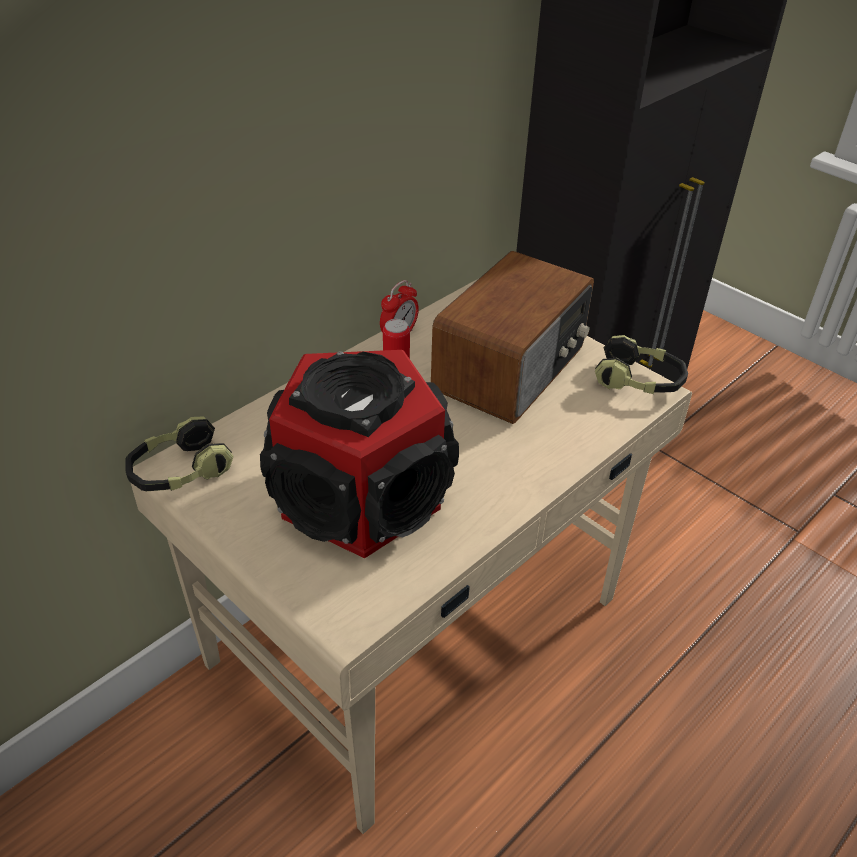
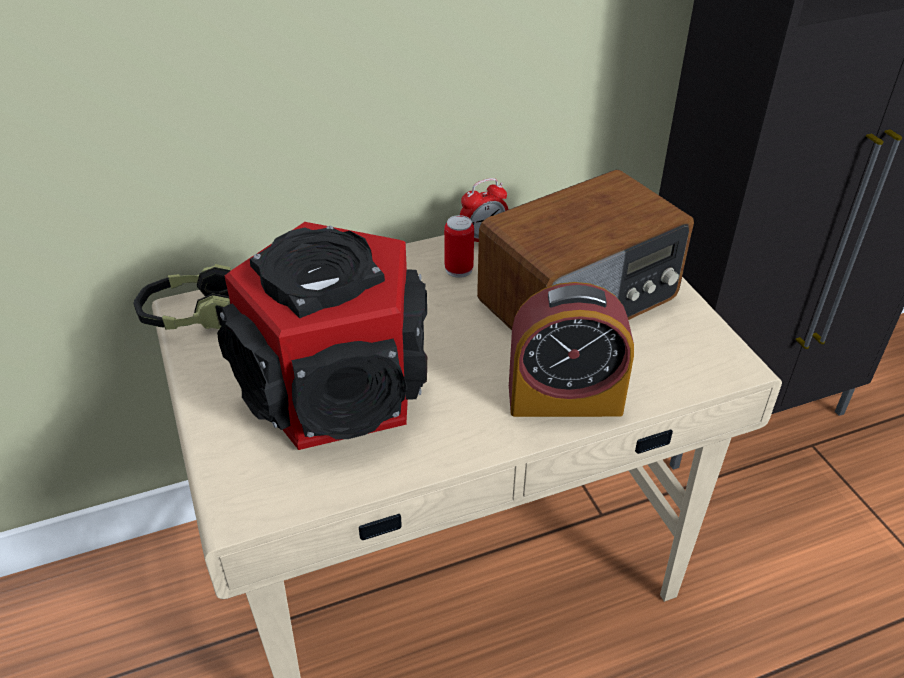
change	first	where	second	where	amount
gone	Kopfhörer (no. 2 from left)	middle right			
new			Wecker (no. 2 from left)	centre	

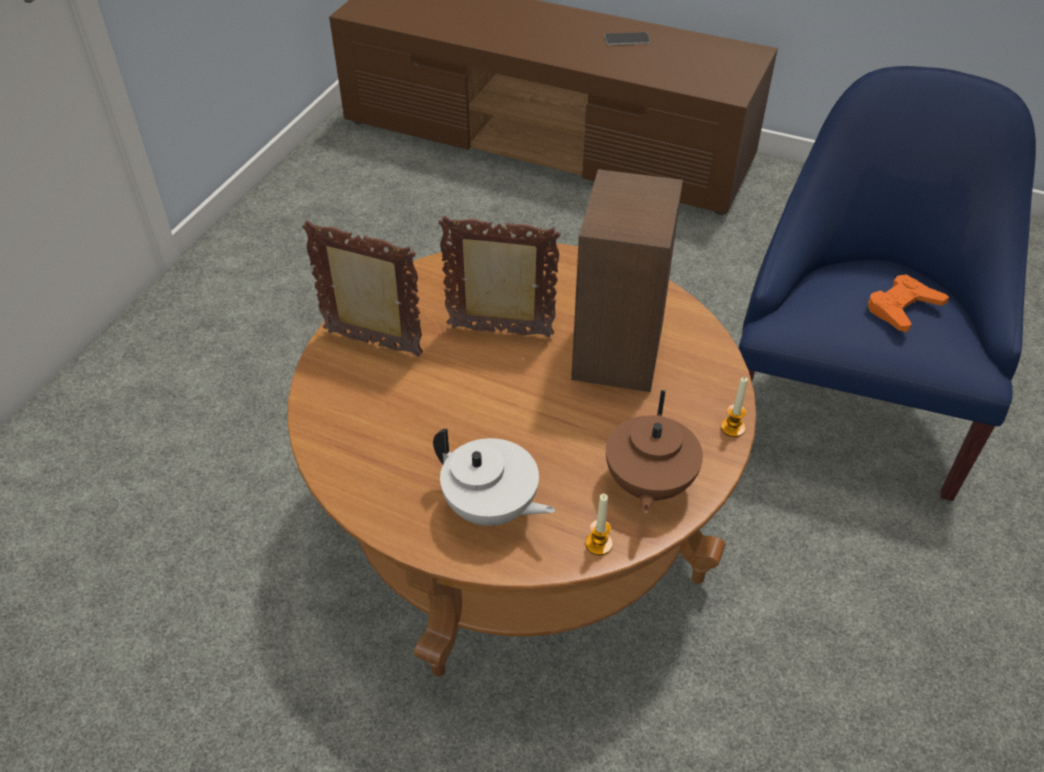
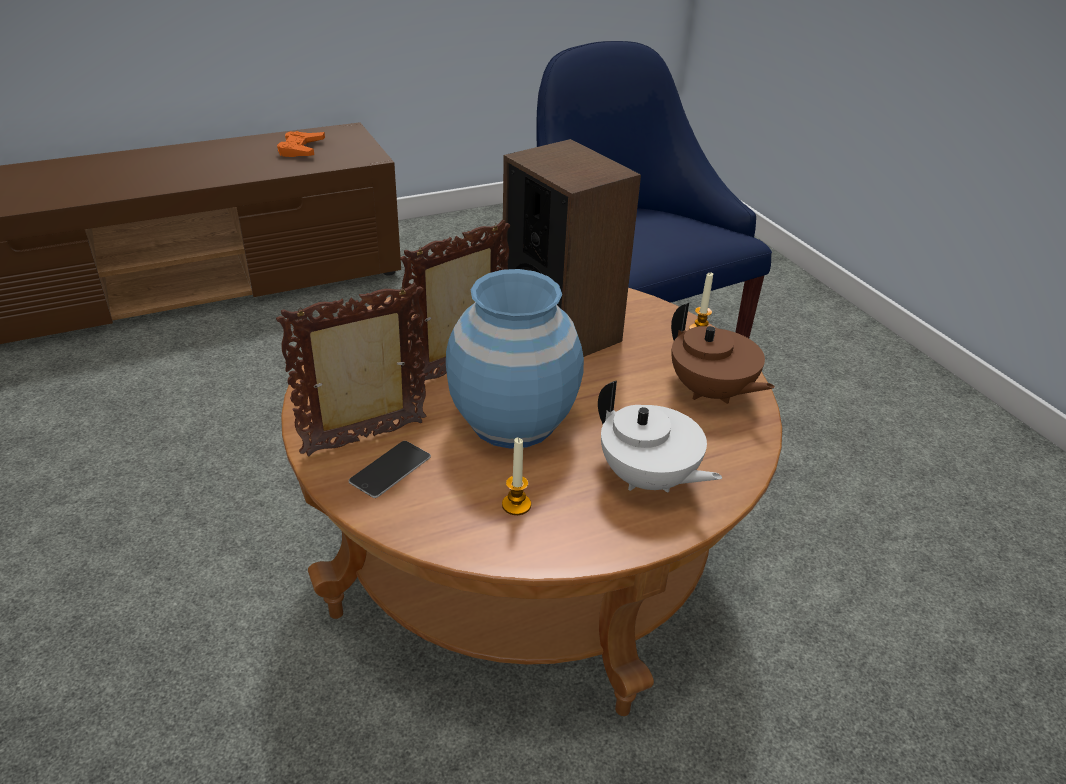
change	first	where	second	where	amount
shifted	Handy	top centre		centre	
shifted	Gamepad [orange]	middle right		top left	
rotated	Teekanne [weiß]	centre		centre	60 degrees clockwise
shifted	Kerze (no. 1 from left)	bottom centre		centre	
new			Vase [blau]	centre	

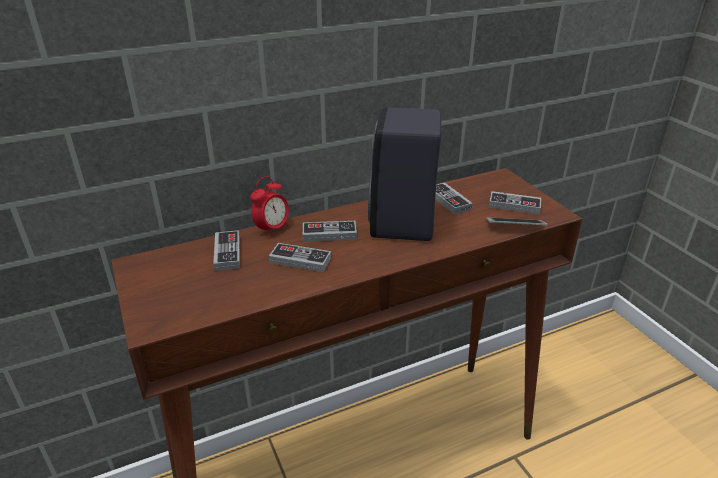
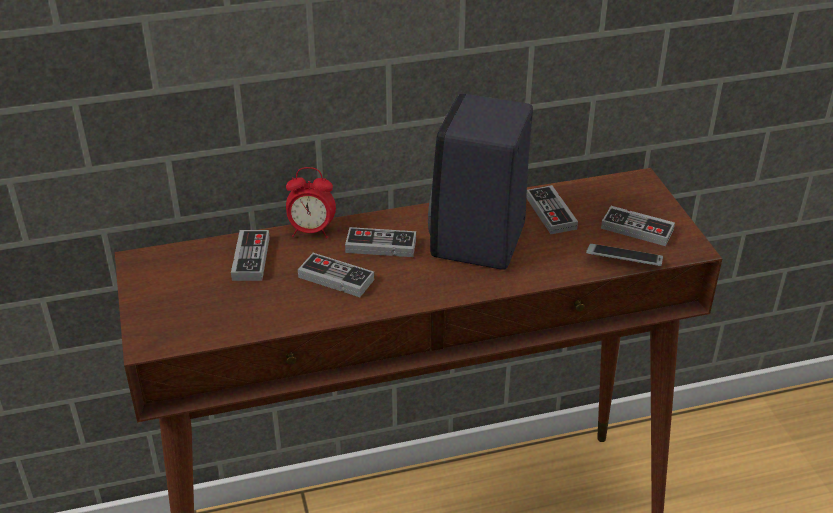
change	first	where	second	where	amount
rotated	Wecker	centre		centre	45 degrees clockwise

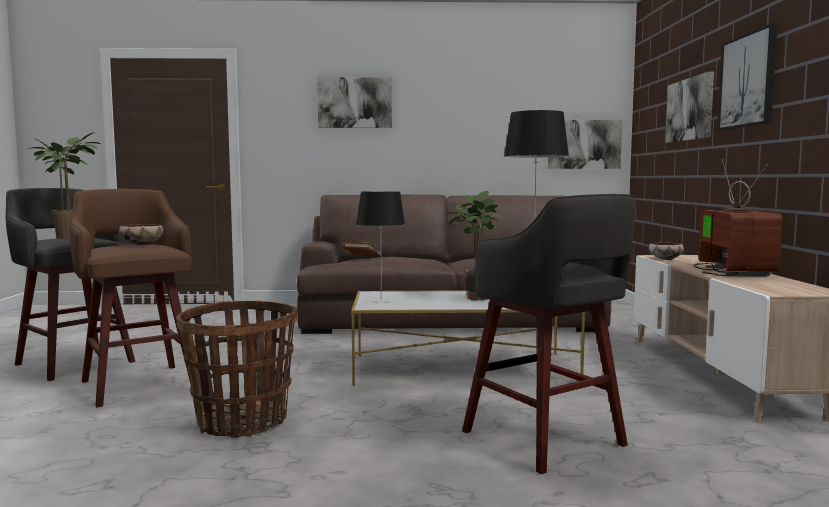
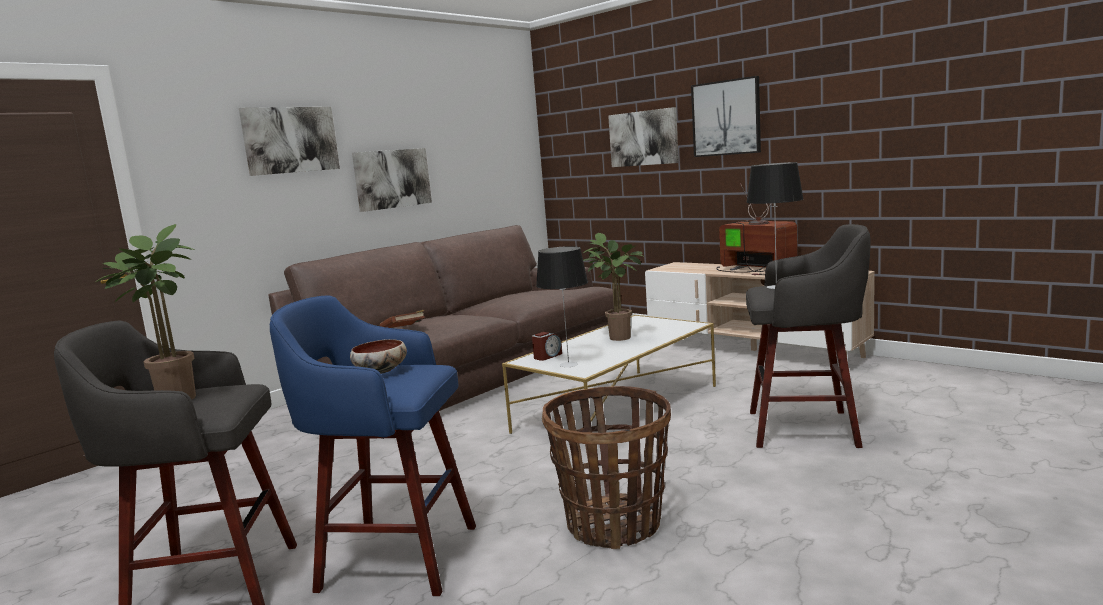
change	first	where	second	where	amount
shifted	Bild (no. 2 from left)	top right		top centre	
repainted	Hocker [braun]	middle left	Hocker [blau]	bottom centre	
gone	Schüssel (no. 2 from left)	middle right			
new			Wecker	centre	

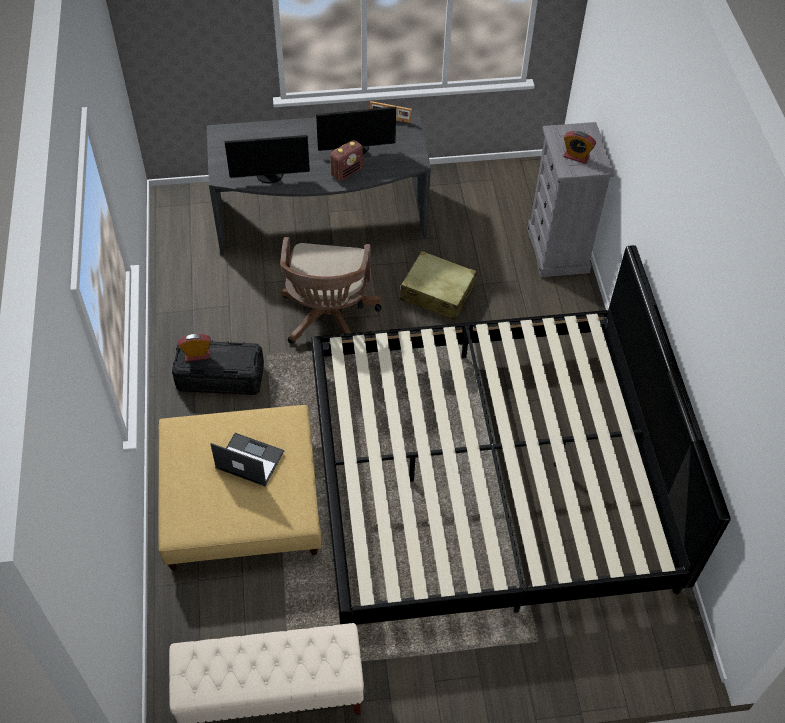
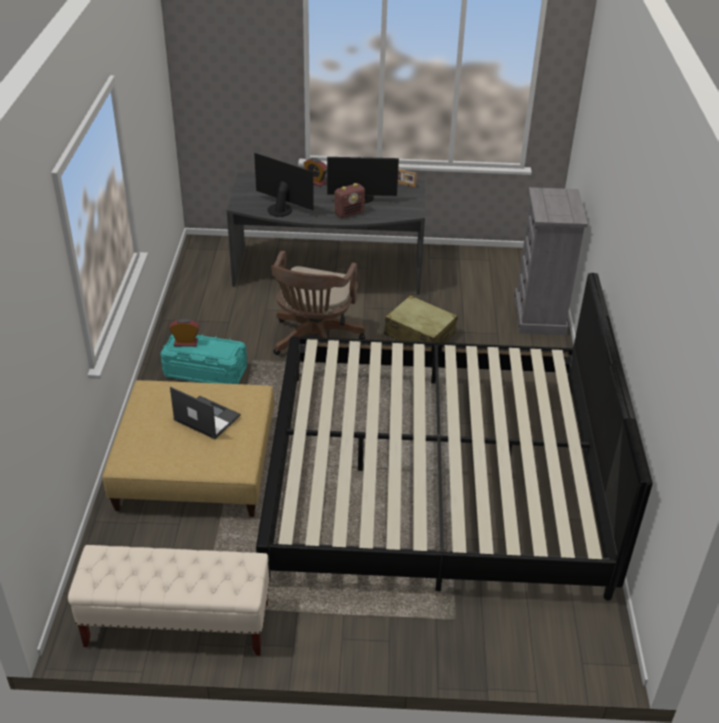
change	first	where	second	where	amount
shifted	Wecker (no. 2 from left)	top right		top centre	
rotated	Monitor (no. 1 from left)	top centre		top centre	150 degrees counterclockwise
repainted	Aufbewahrungsbox [schwarz]	middle left	Aufbewahrungsbox [türkis]	middle left	

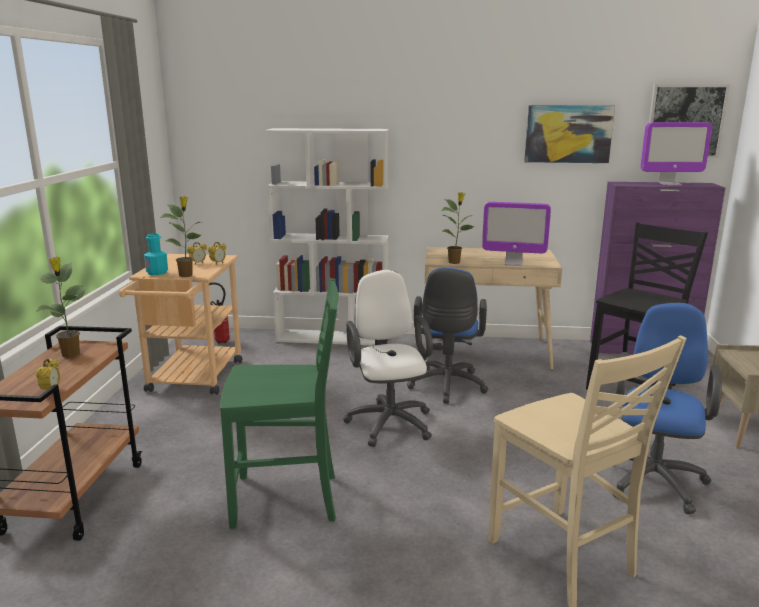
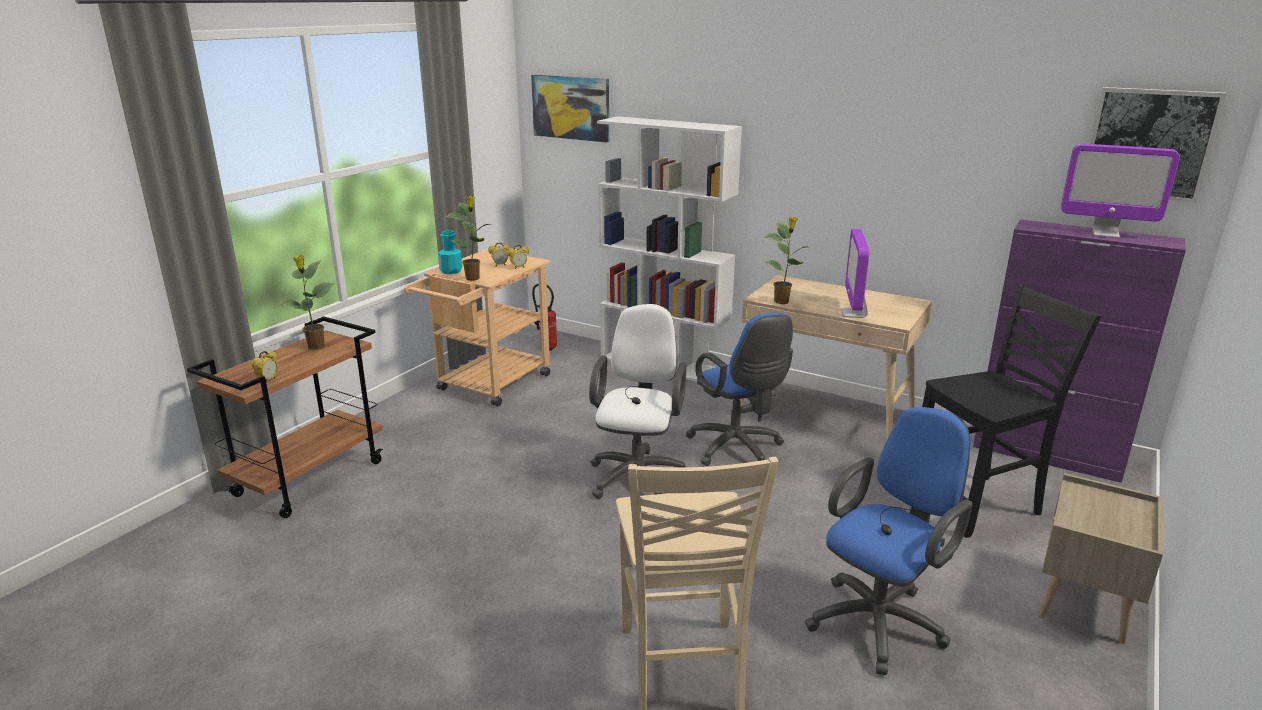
change	first	where	second	where	amount
shifted	Bild (no. 1 from left)	top right		top centre	
rotated	Monitor (no. 1 from left)	middle right		middle right	60 degrees clockwise
rotated	Bürostuhl [blau] (no. 1 from left)	centre		centre	60 degrees counterclockwise
gone	Stuhl [grün]	centre			

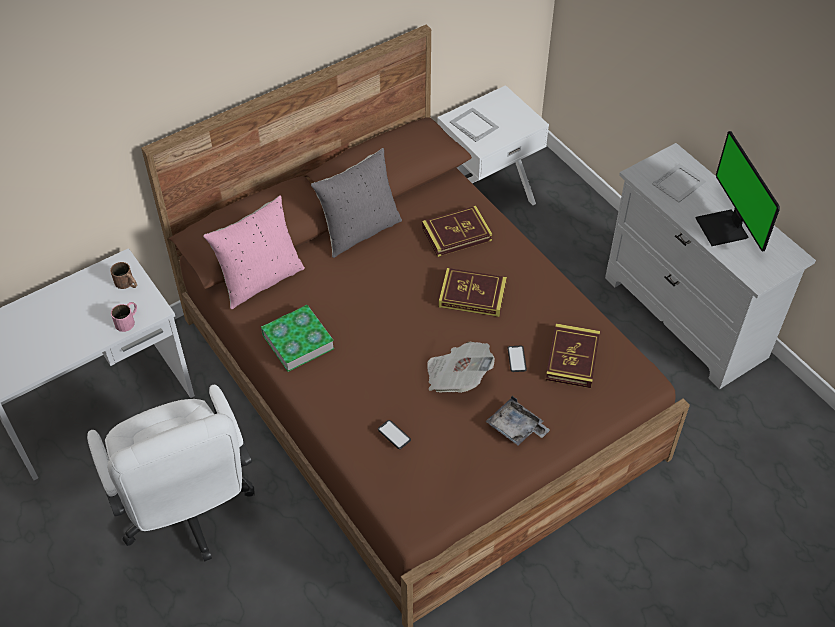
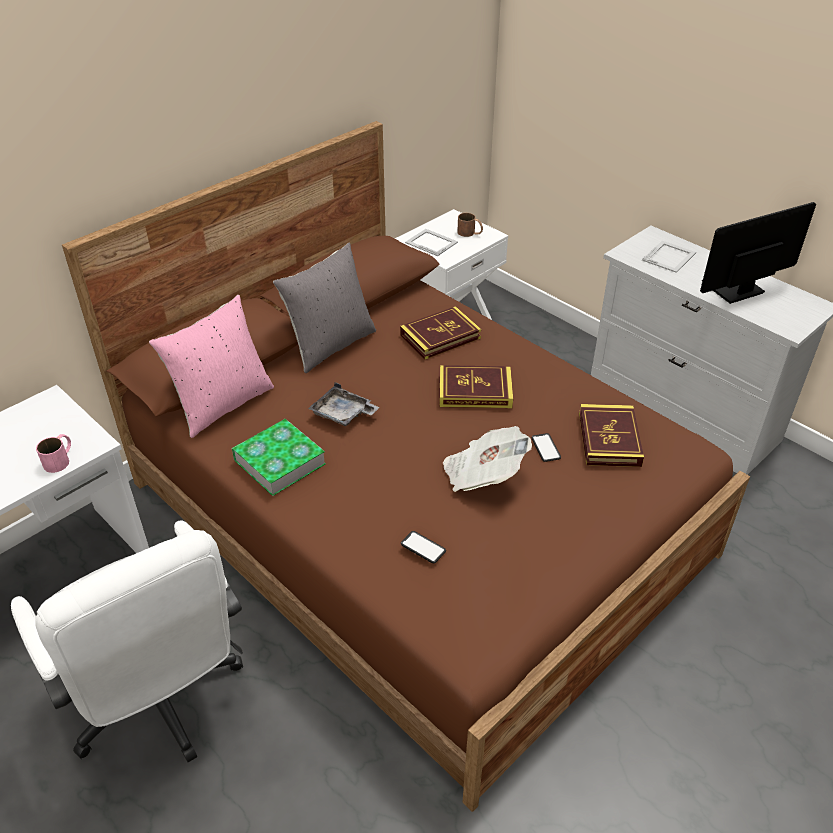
change	first	where	second	where	amount
rotated	Monitor	top right		top right	90 degrees clockwise
shifted	Henkelbecher [braun]	middle left		top centre	
shifted	Tablett [grau]	bottom centre		centre	

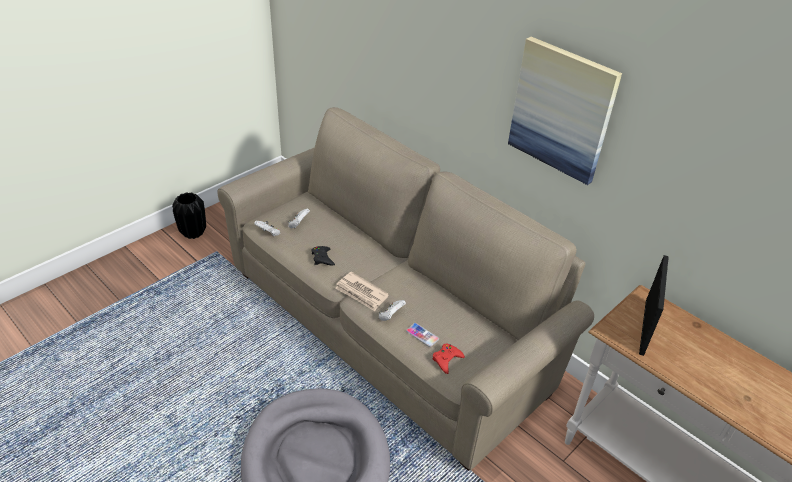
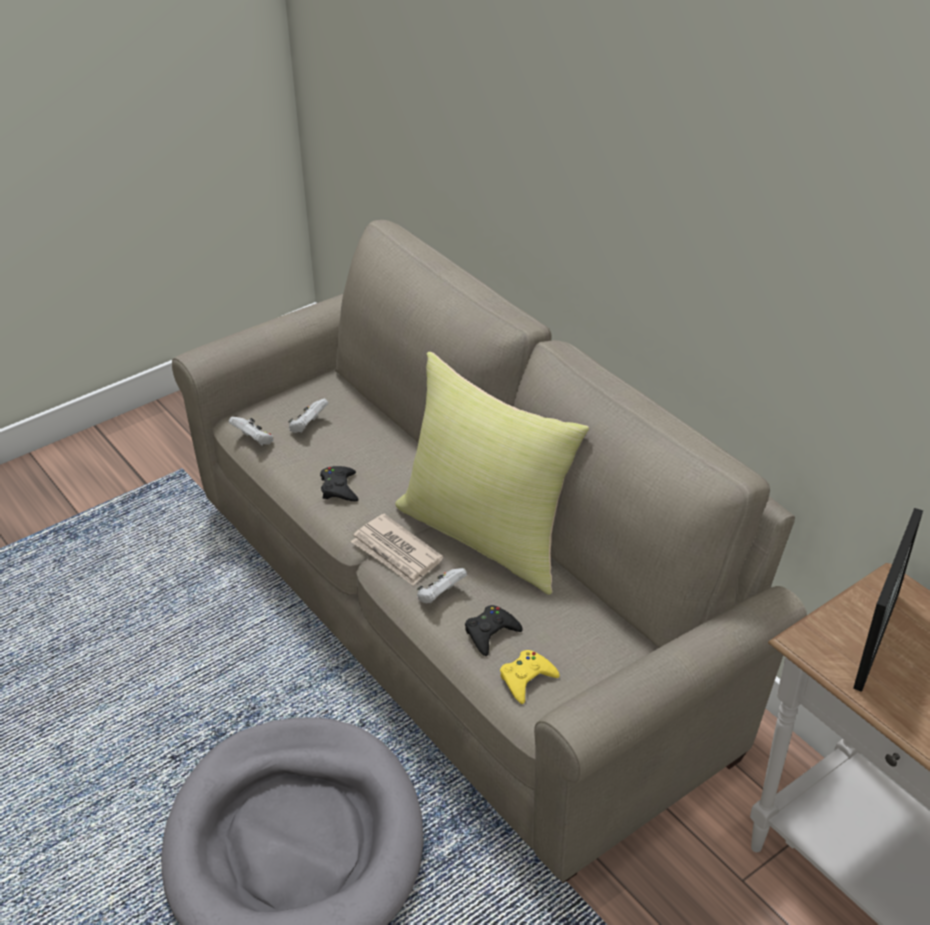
change	first	where	second	where	amount
gone	Bild	top right			
gone	Vase [schwarz]	middle left			
swapped	Handy	bottom centre	Gamepad [schwarz] (no. 2 from left)	bottom centre	
repainted	Gamepad [rot]	bottom centre	Gamepad [gelb]	bottom centre	
new			Kissen [gelb]	centre	

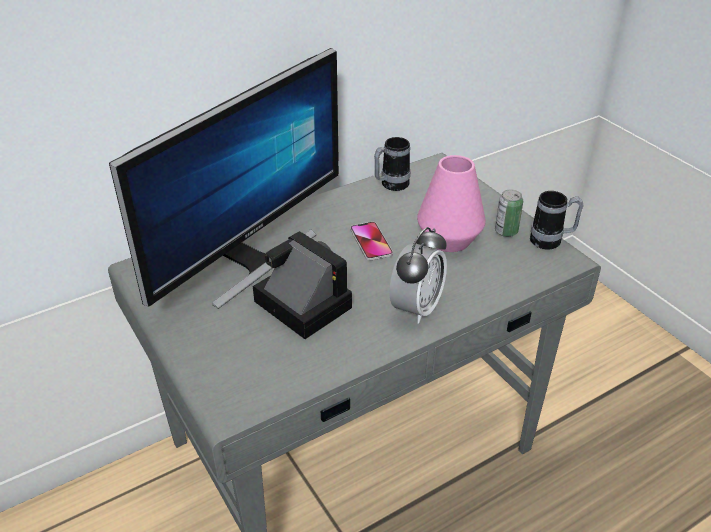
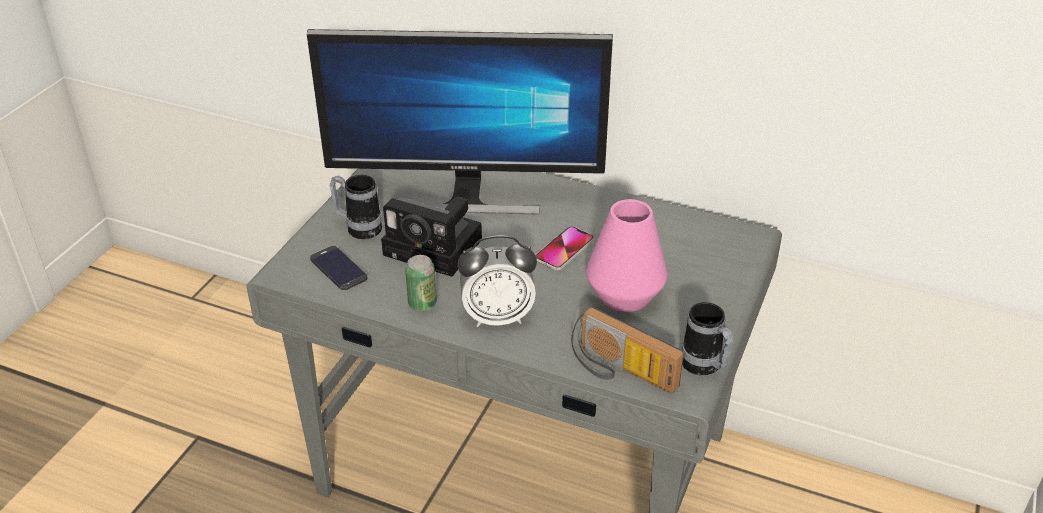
change	first	where	second	where	amount
shifted	Henkelbecher (no. 1 from left)	top centre		centre	
shifted	Dose	middle right		centre	
rotated	Kamera	centre		centre	105 degrees clockwise
new			Handy (no. 1 from left)	middle left	
new			Radio	bottom centre	

